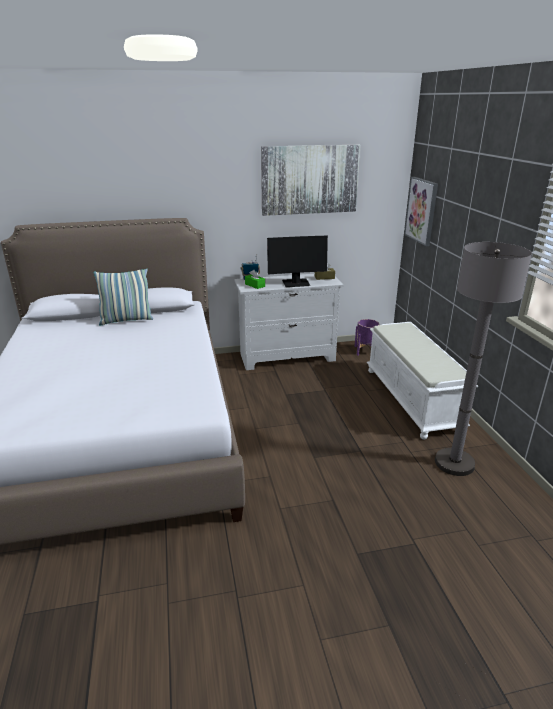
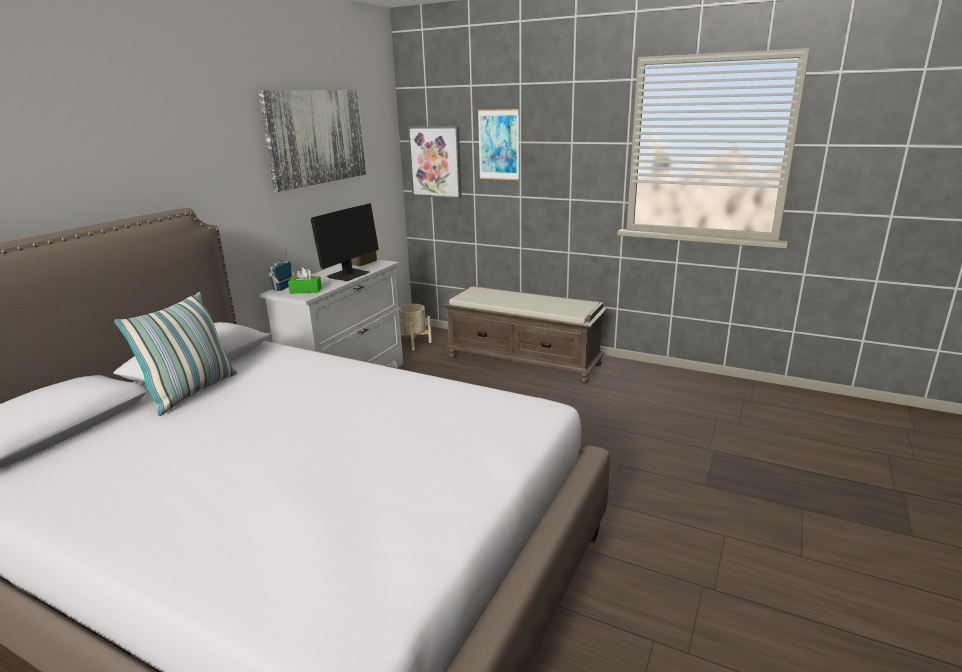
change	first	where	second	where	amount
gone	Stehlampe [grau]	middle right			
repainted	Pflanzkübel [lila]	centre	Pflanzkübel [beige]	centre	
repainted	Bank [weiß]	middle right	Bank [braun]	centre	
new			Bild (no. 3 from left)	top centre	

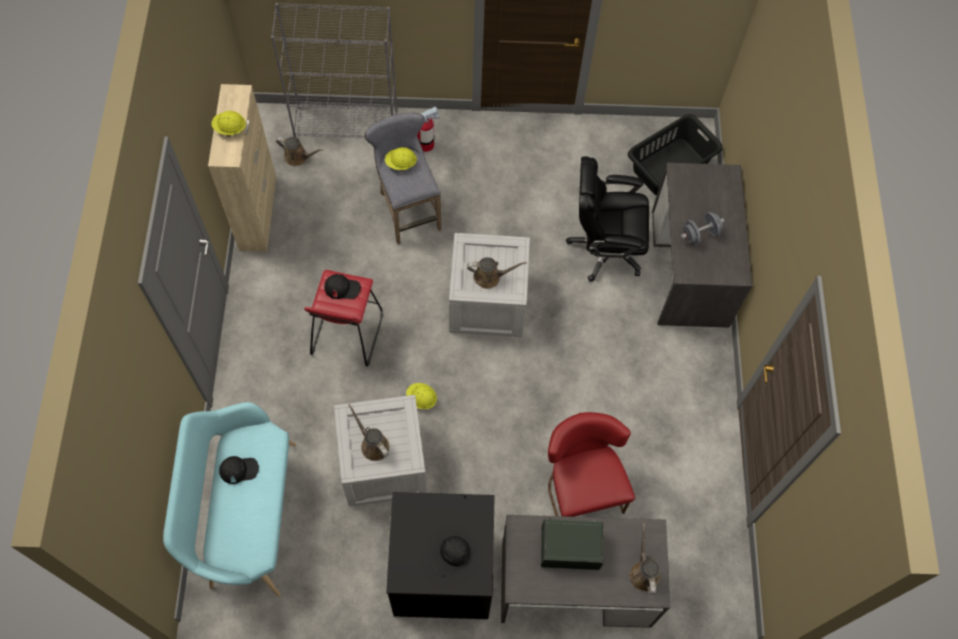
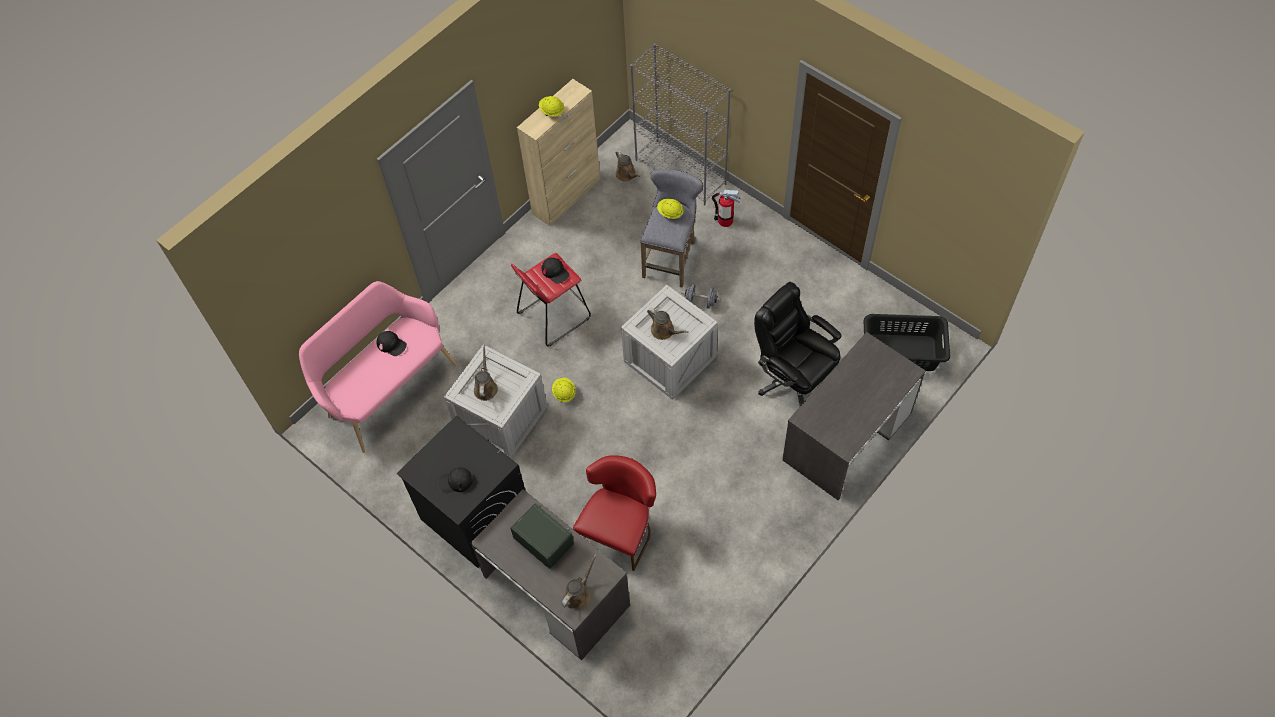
change	first	where	second	where	amount
shifted	Hantel [grau]	middle right		centre	
repainted	Bank [türkis]	bottom left	Bank [rosa]	middle left	

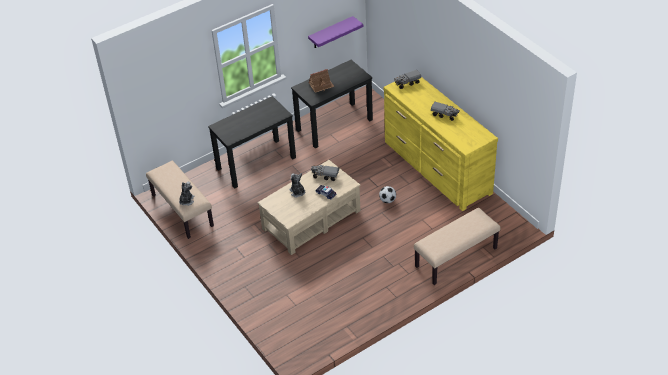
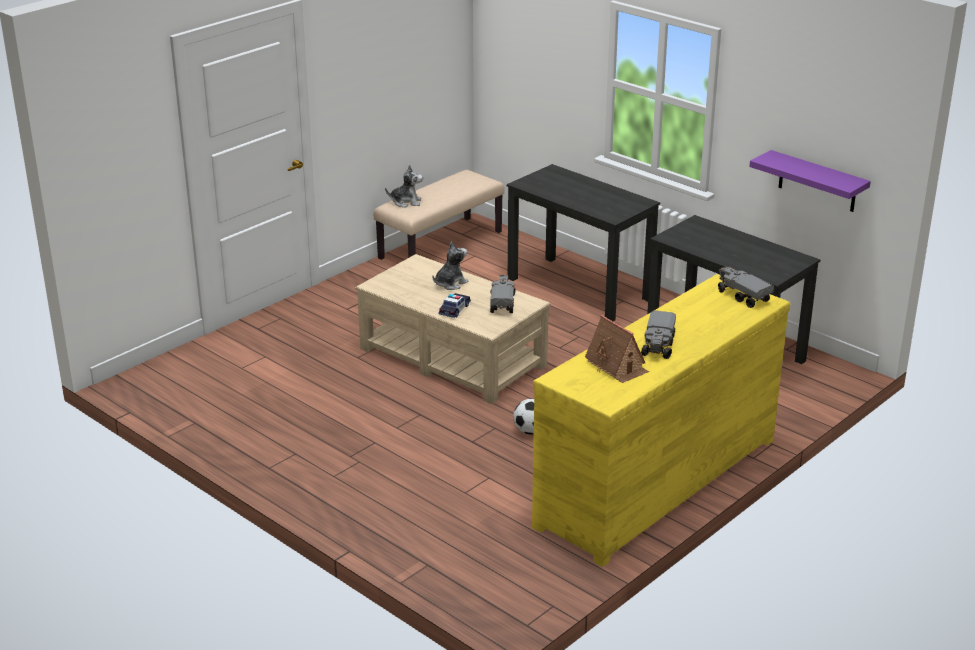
change	first	where	second	where	amount
shifted	Spielzeughaus	top centre		centre	
gone	Bank [beige] (no. 2 from left)	middle right			

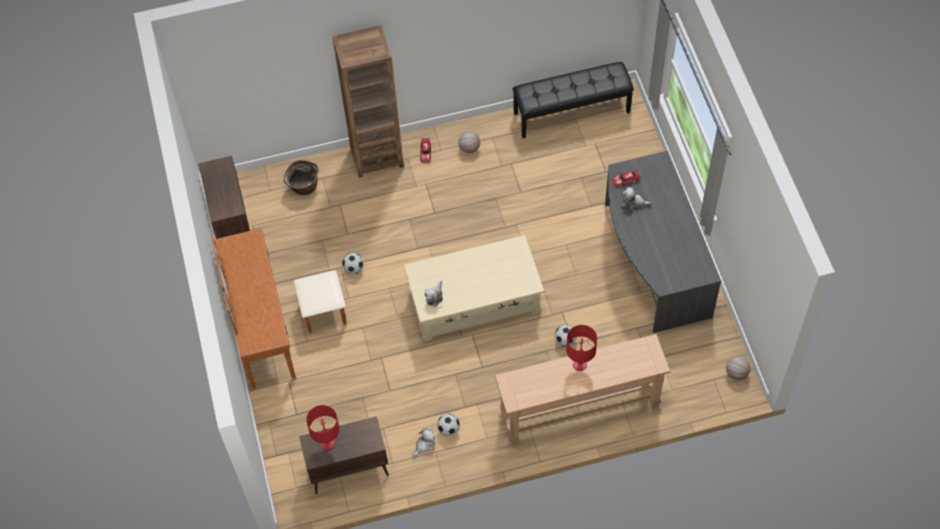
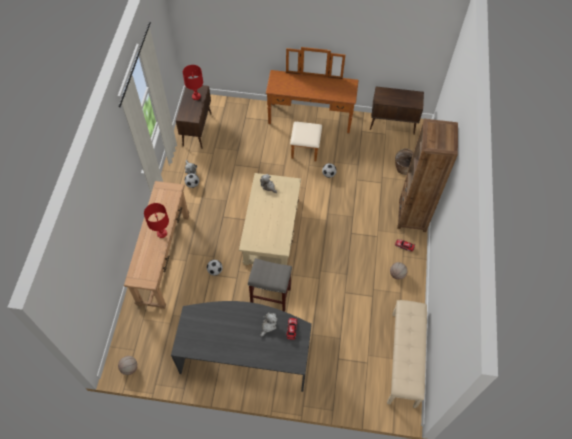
change	first	where	second	where	amount
repainted	Bank [schwarz]	top centre	Bank [beige]	bottom right	
new			Hocker [grau]	centre	

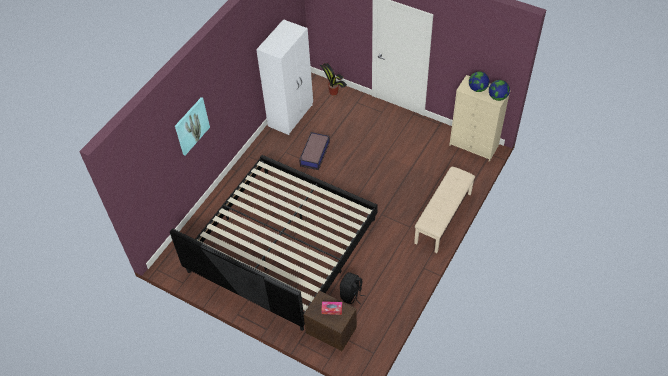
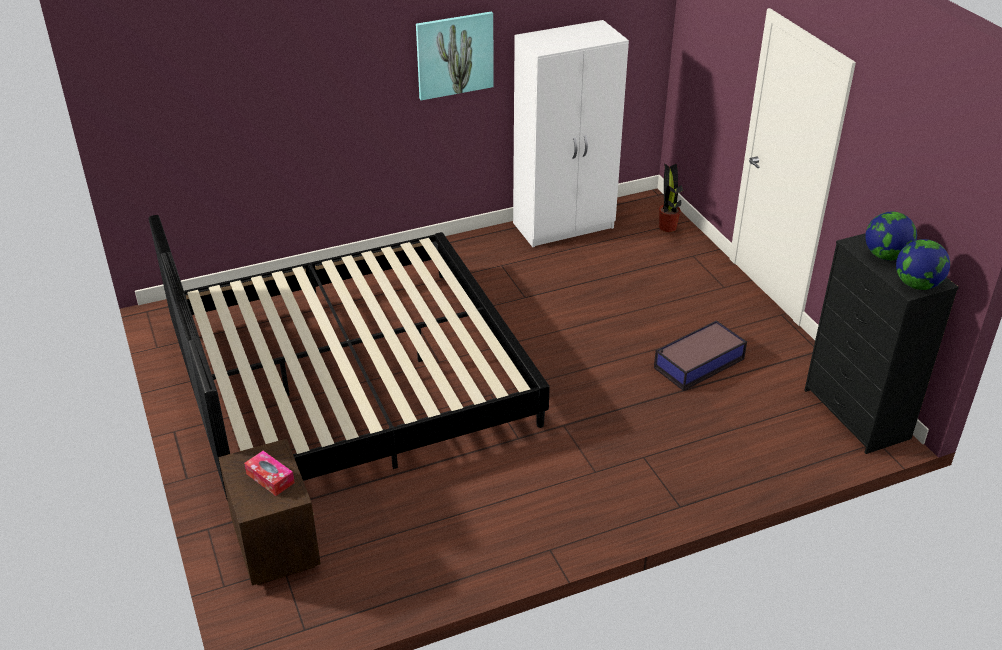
change	first	where	second	where	amount
repainted	Kommode [beige]	top right	Kommode [schwarz]	middle right	
shifted	Bild	middle left		top centre	
shifted	Aufbewahrungsbox	centre		middle right	
gone	Bank [beige]	centre			
gone	Rucksack [schwarz]	bottom centre			

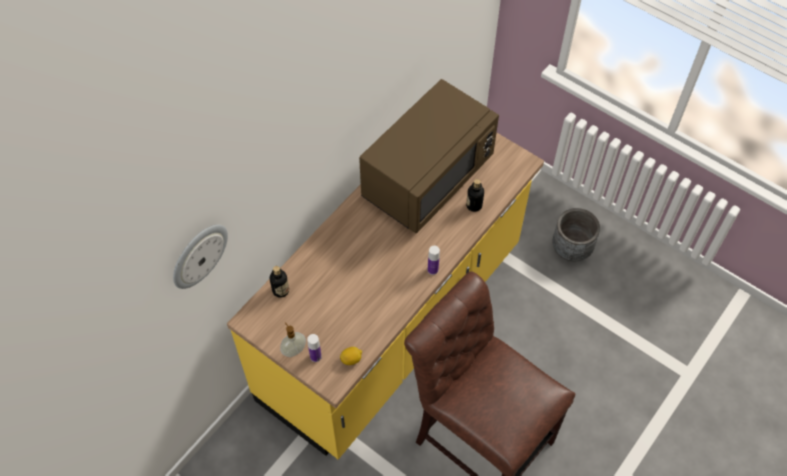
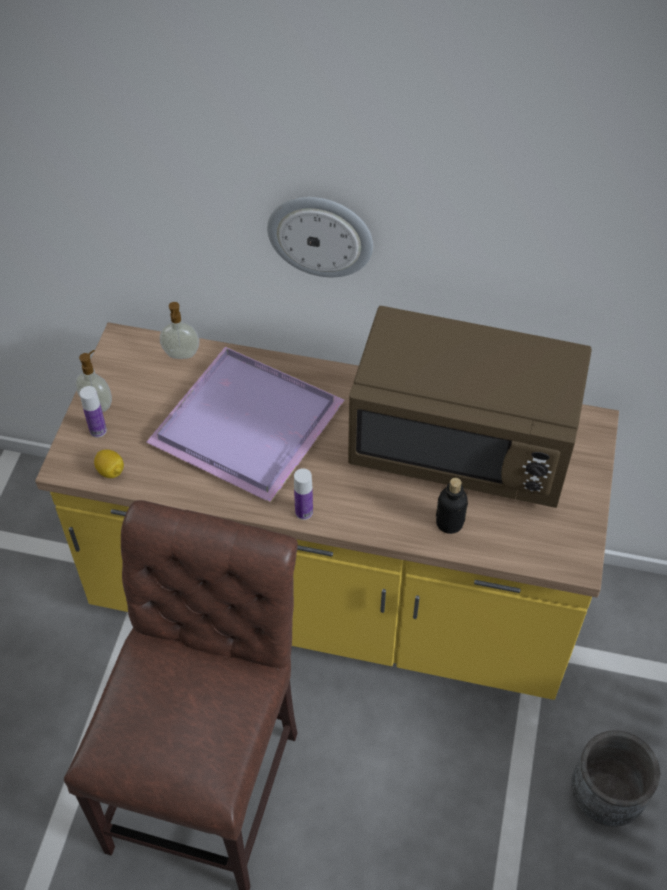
change	first	where	second	where	amount
shifted	Wanduhr	middle left		top centre	
swapped	Flasche (no. 1 from left)	centre	Seifenspender (no. 2 from left)	middle left	
new			Tablett [lila]	centre	

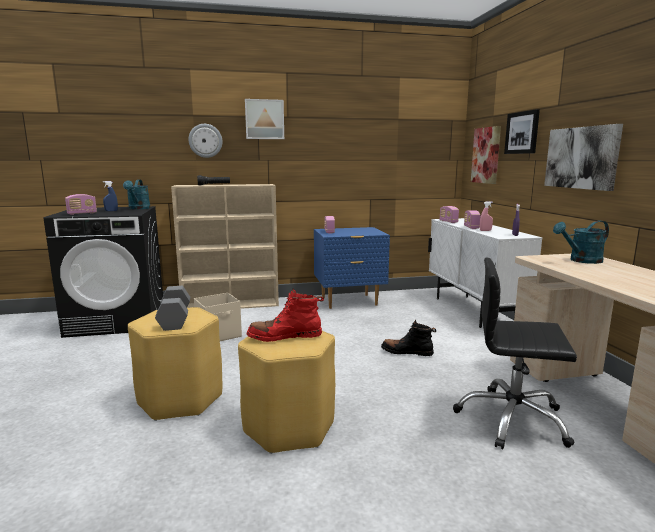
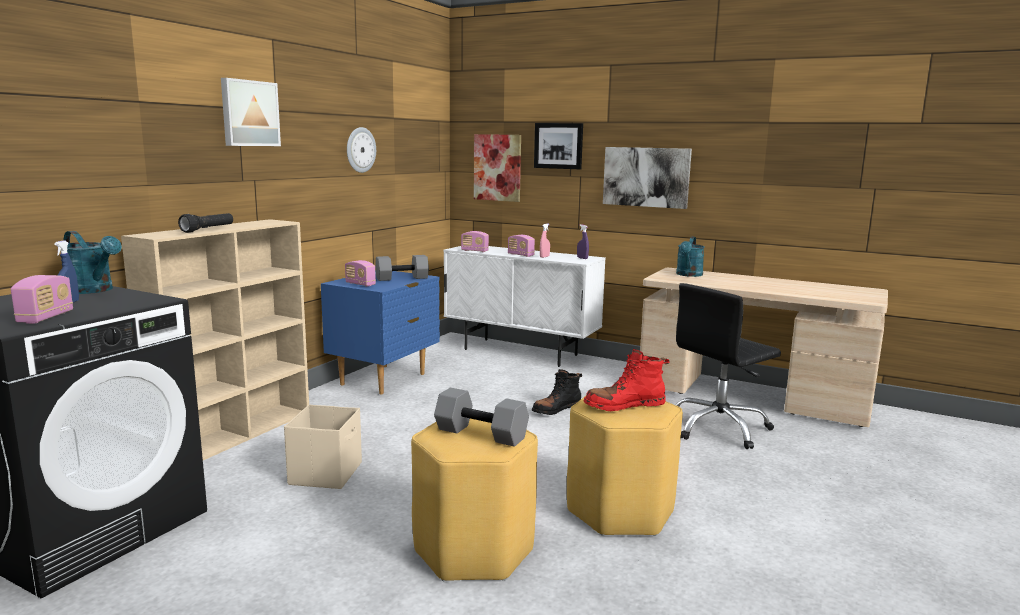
change	first	where	second	where	amount
shifted	Wanduhr	top left		top centre	
rotated	Stiefel [rot]	centre		centre	45 degrees clockwise
new			Hantel [grau] (no. 1 from left)	centre	

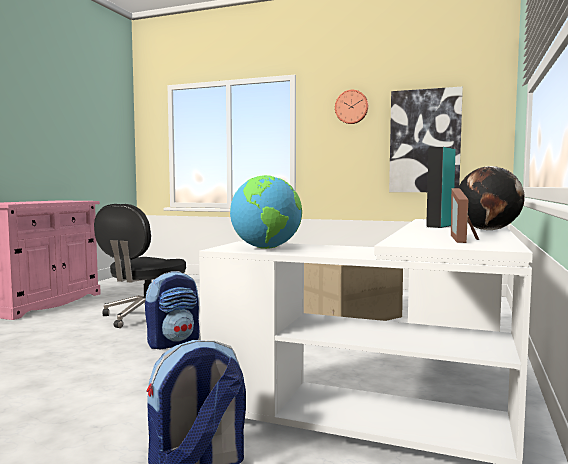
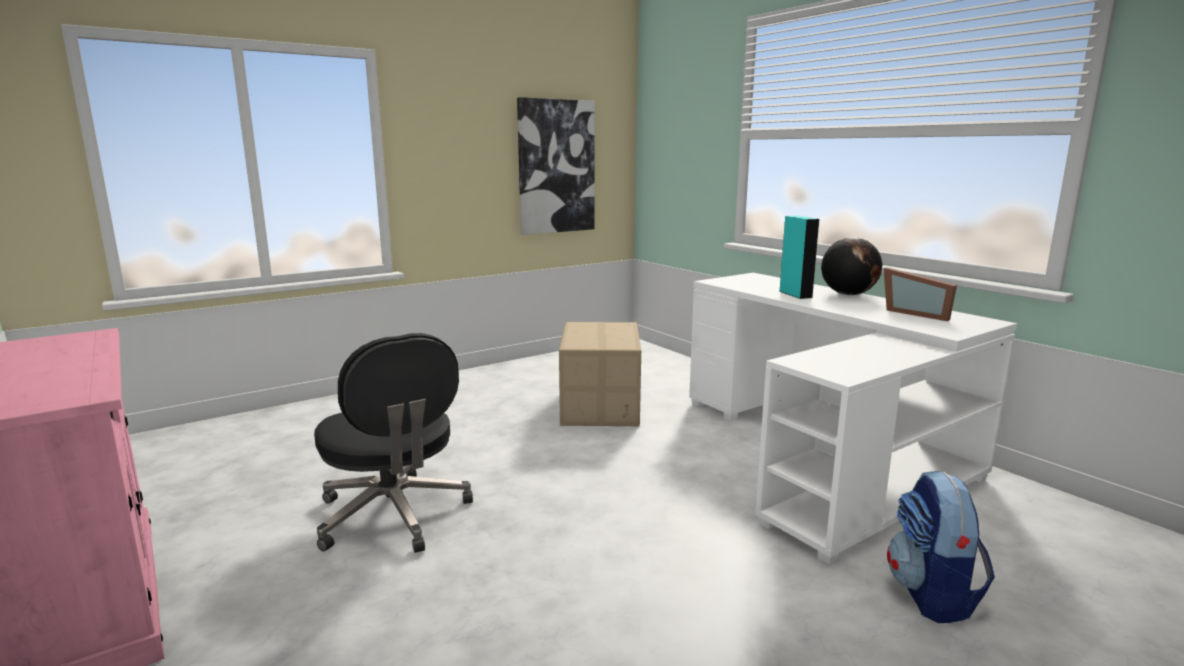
change	first	where	second	where	amount
gone	Wanduhr	top centre			
gone	Globus (no. 1 from left)	centre			
gone	Rucksack (no. 1 from left)	bottom left			

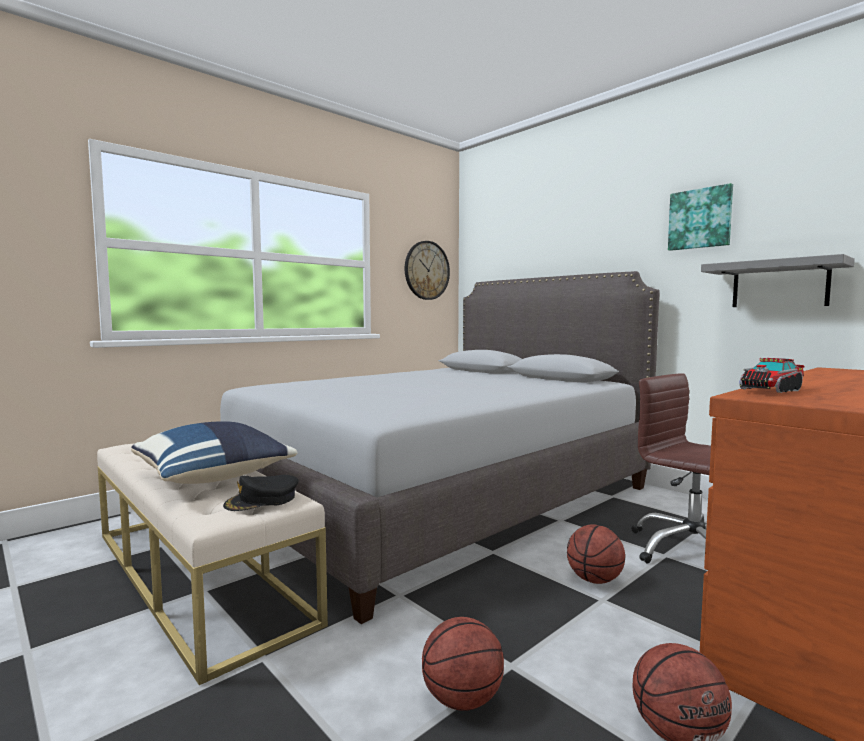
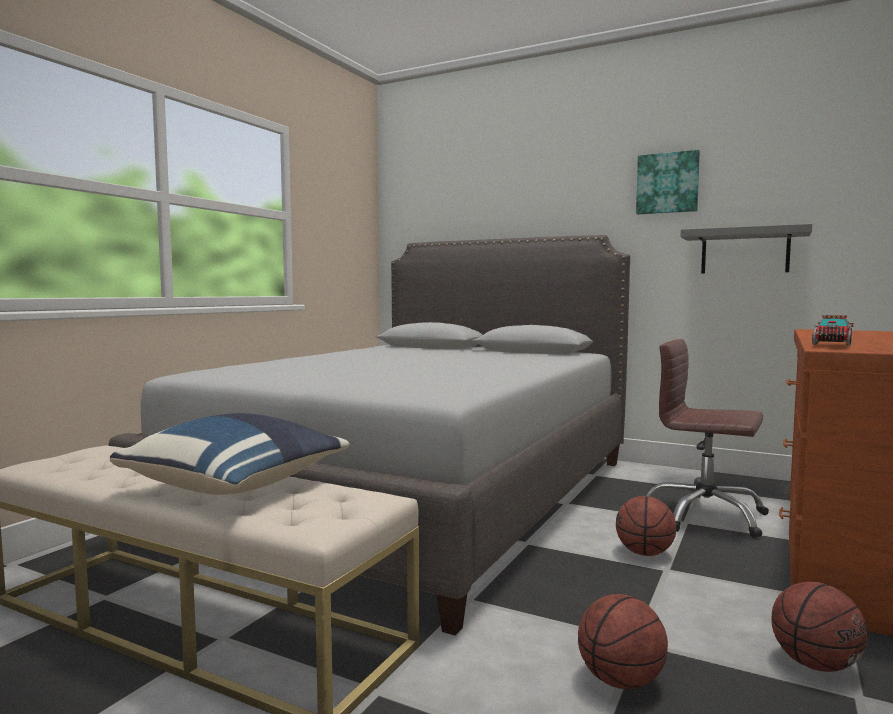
change	first	where	second	where	amount
gone	Wanduhr	centre			
gone	Kappe [schwarz]	middle left			

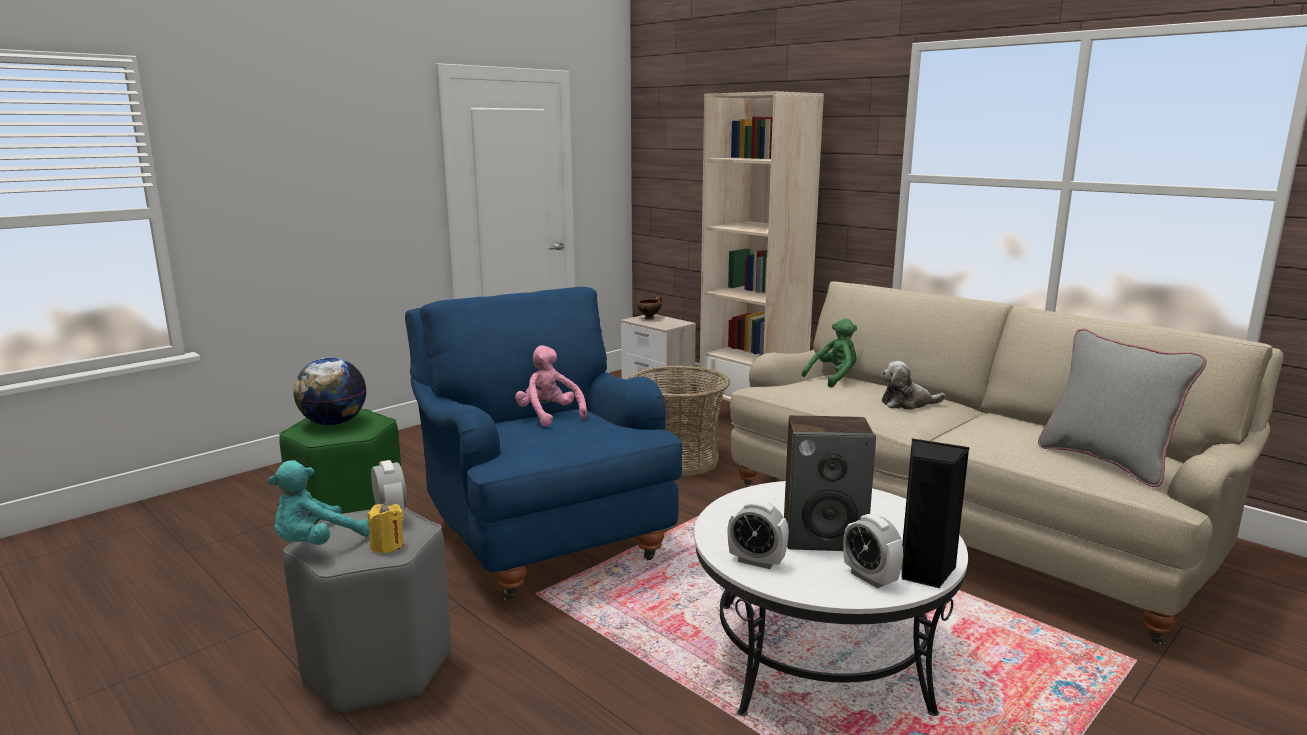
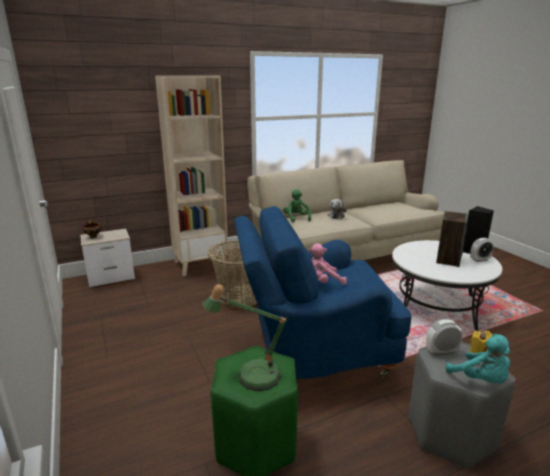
change	first	where	second	where	amount
gone	Kissen [grau]	middle right			
swapped	Globus	middle left	Tischlampe	bottom centre	
gone	Wecker (no. 2 from left)	bottom centre			

